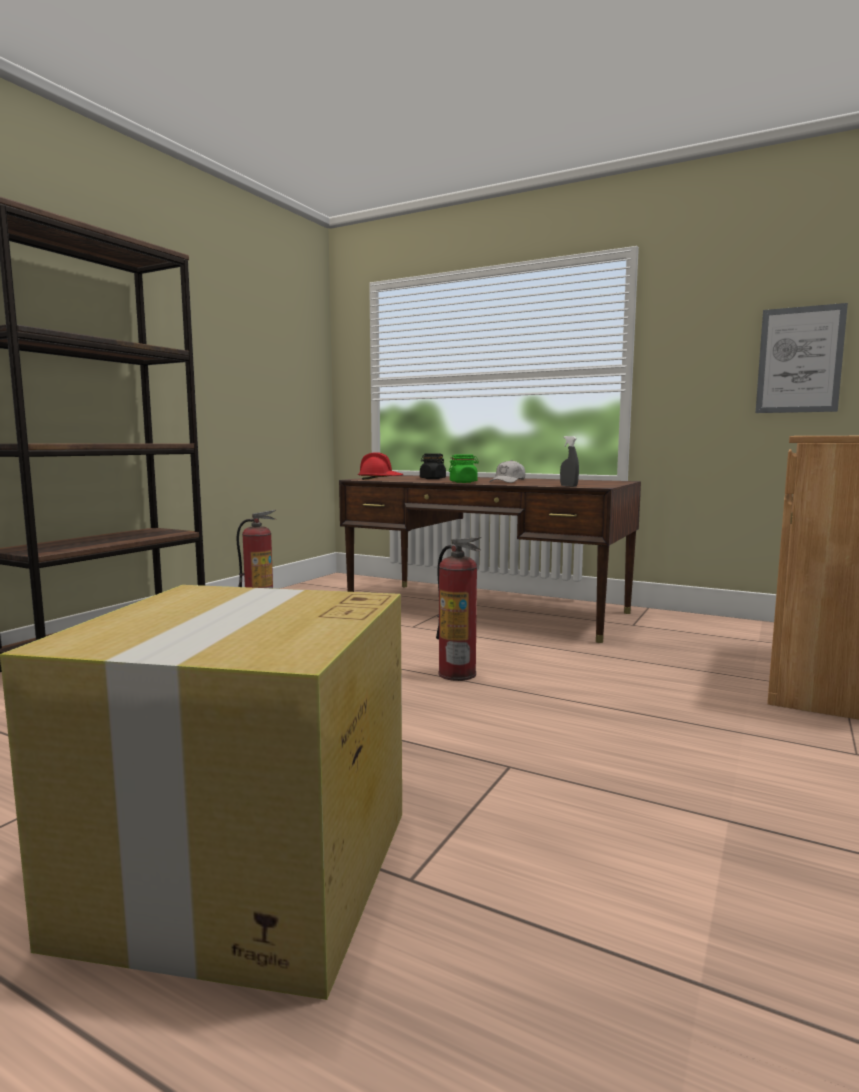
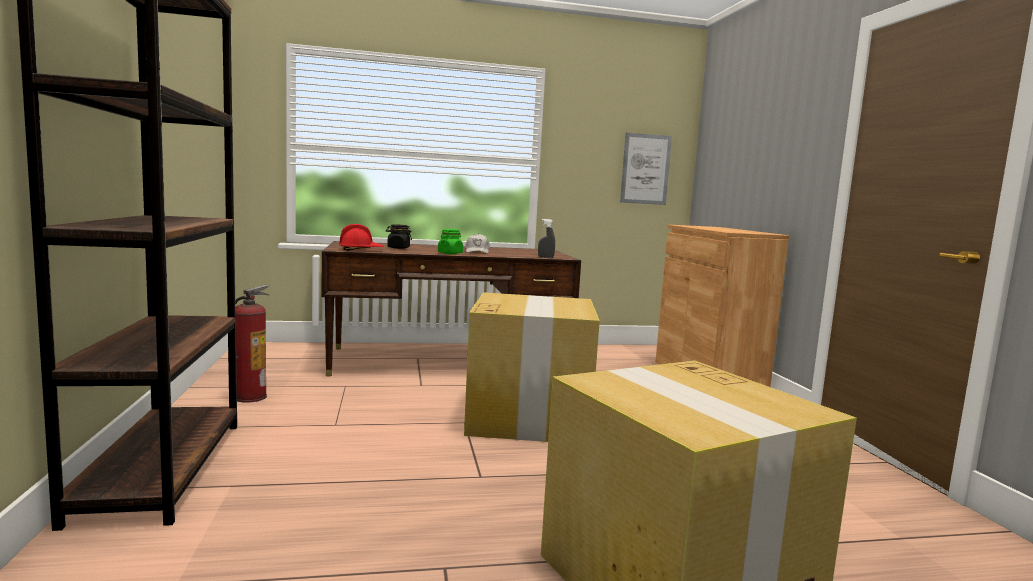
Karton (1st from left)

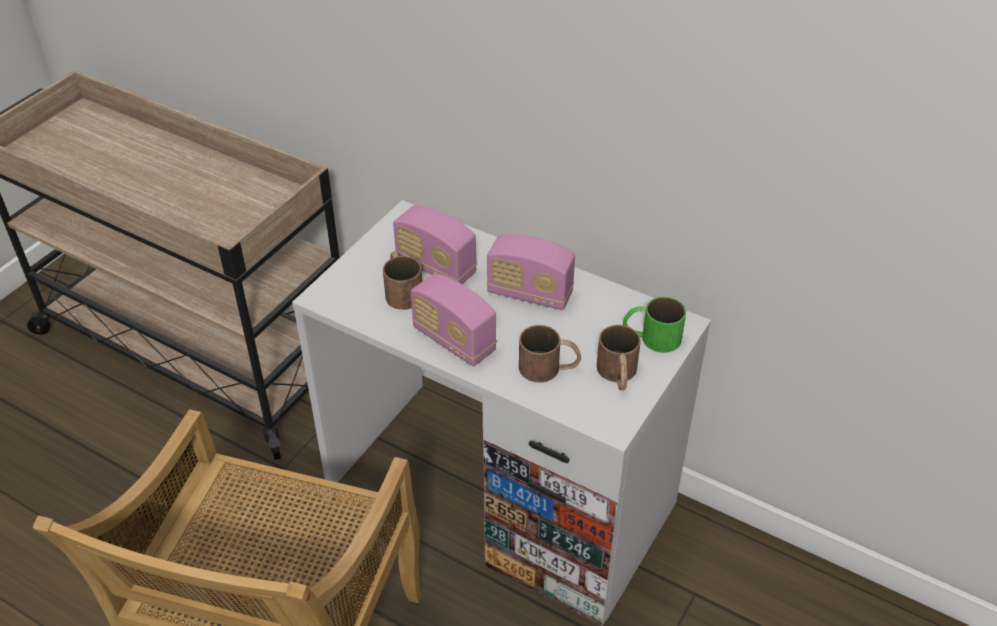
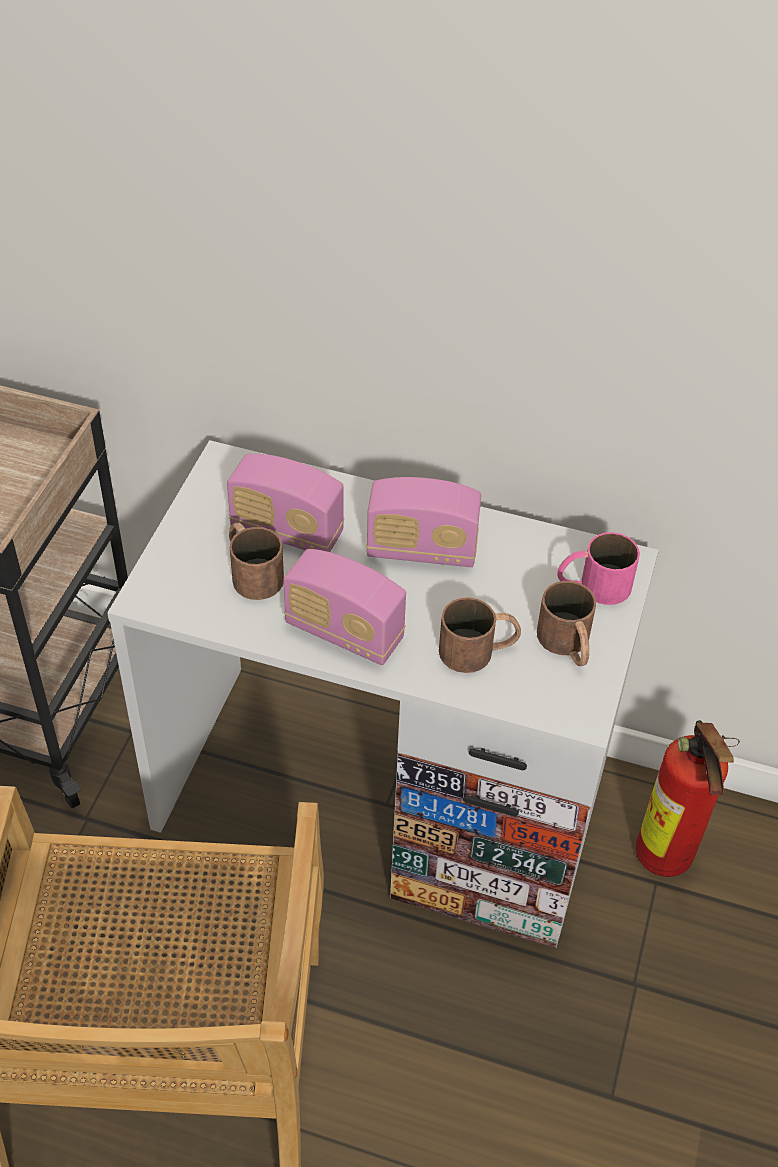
Henkelbecher/rosa
Feuerlöscher

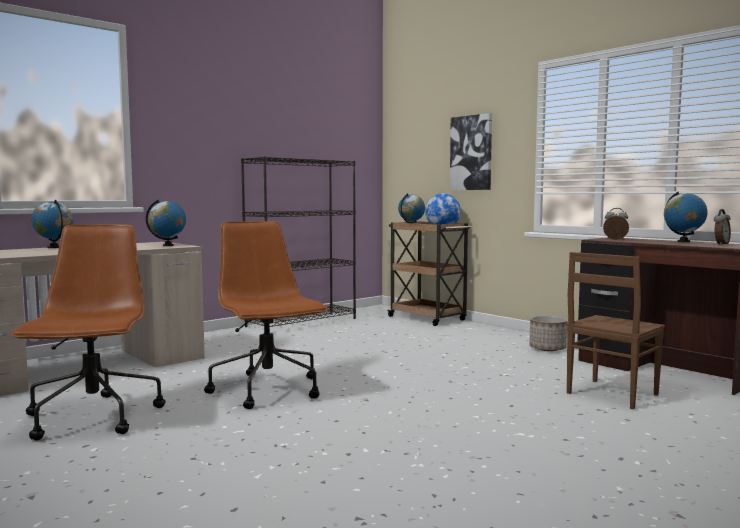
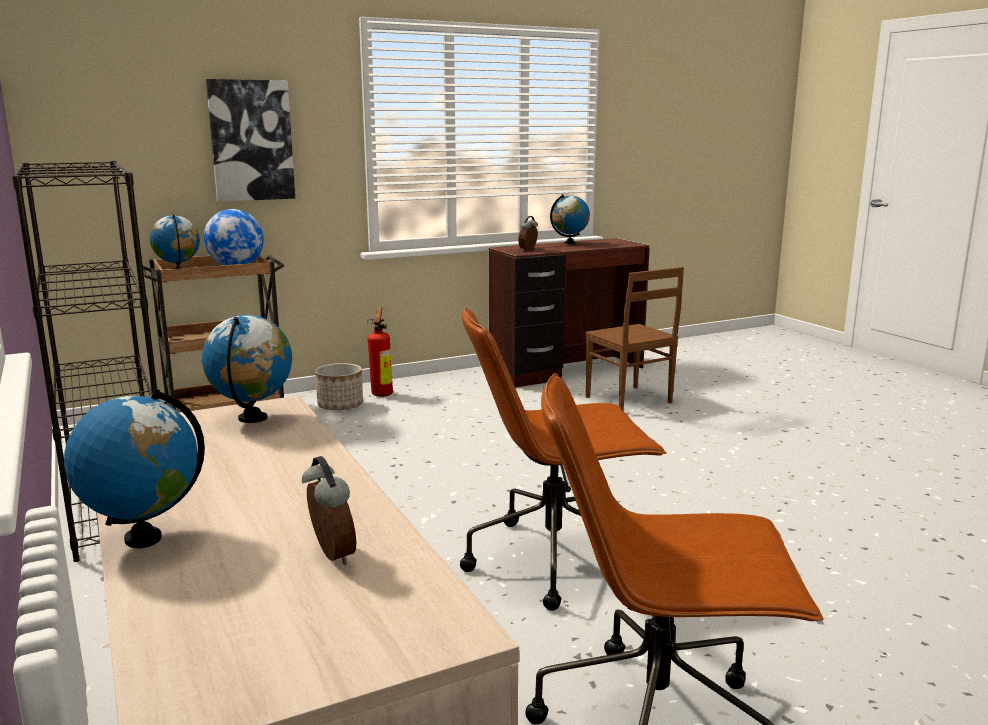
Wecker (1st from left)
Pflanzkübel
Feuerlöscher

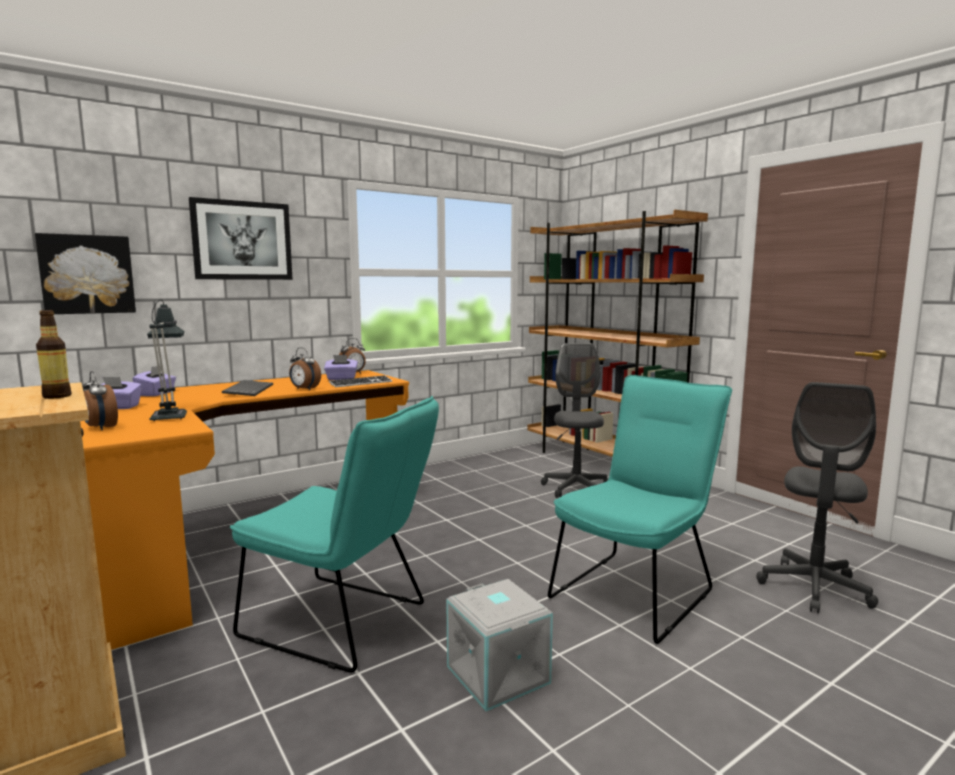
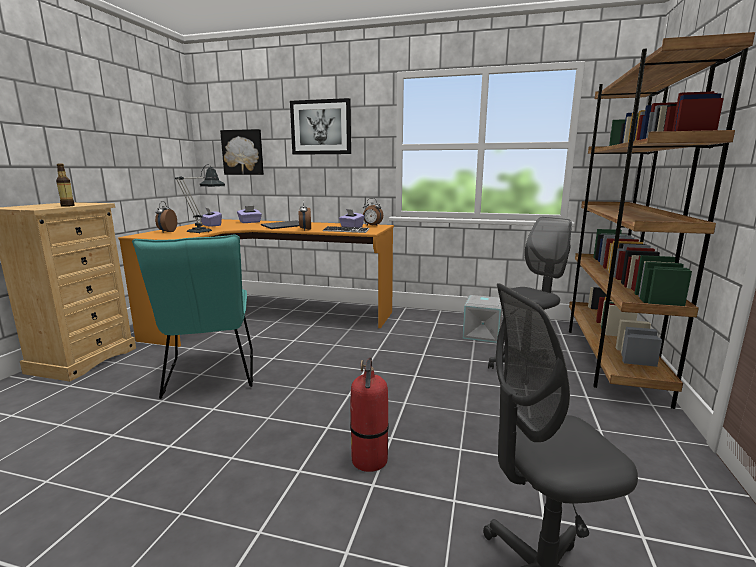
Feuerlöscher
Aufbewahrungsbox/grau

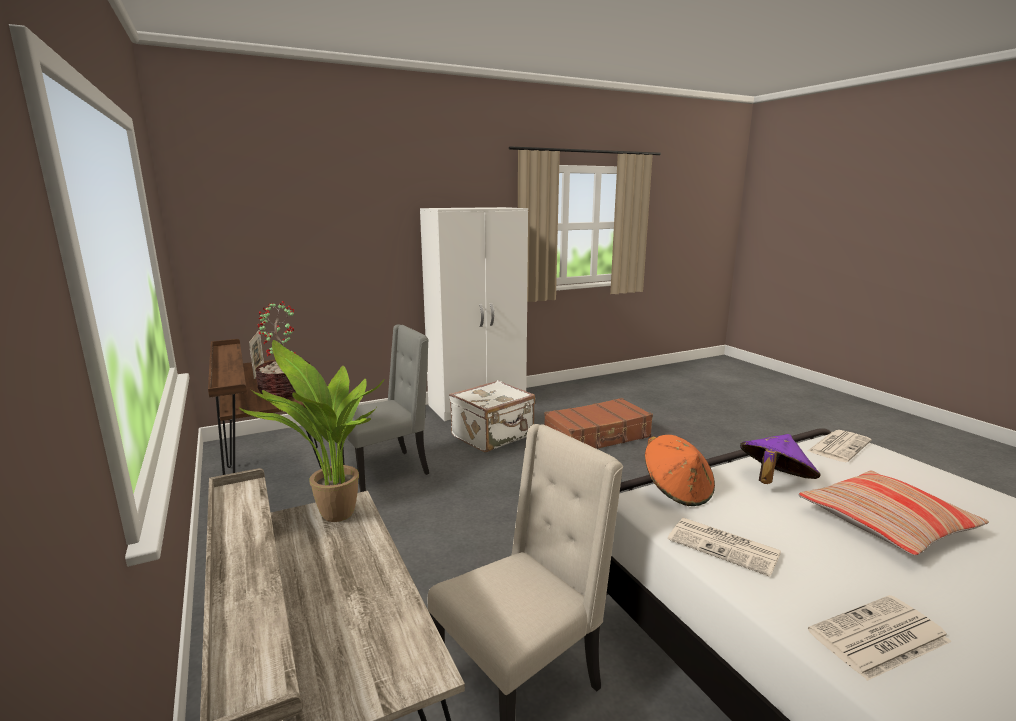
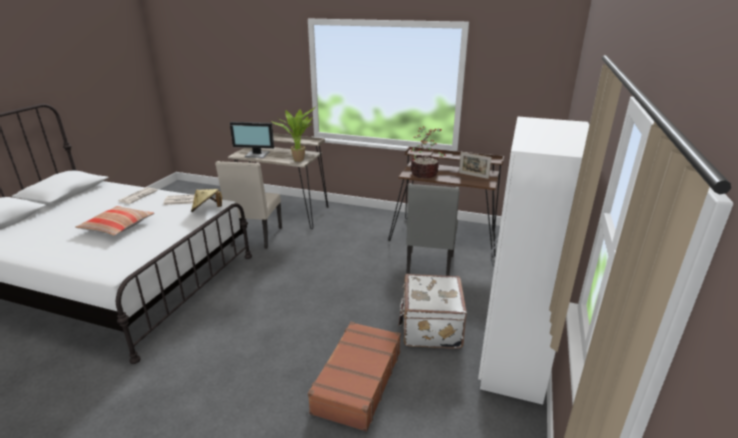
Hut/beige
Monitor
Hut/lila
Zeitung (2nd from left in the first image)

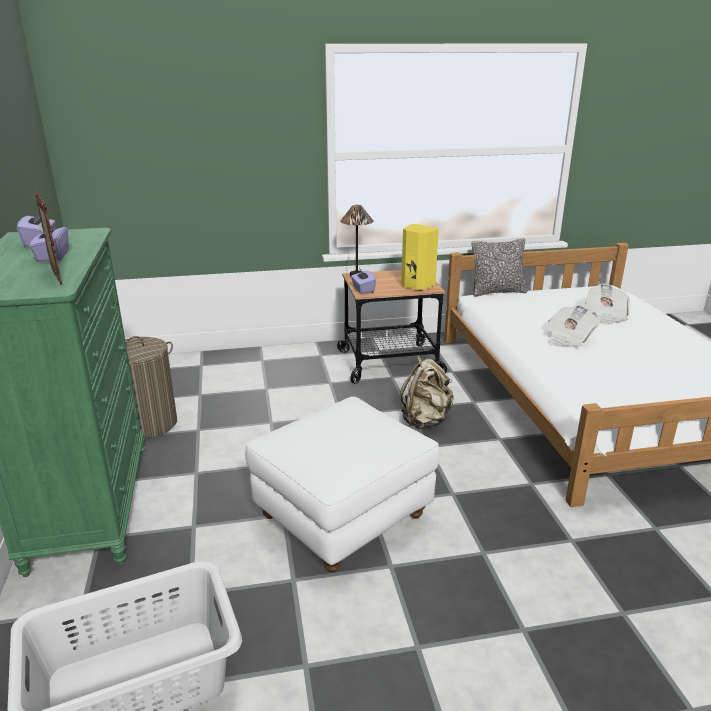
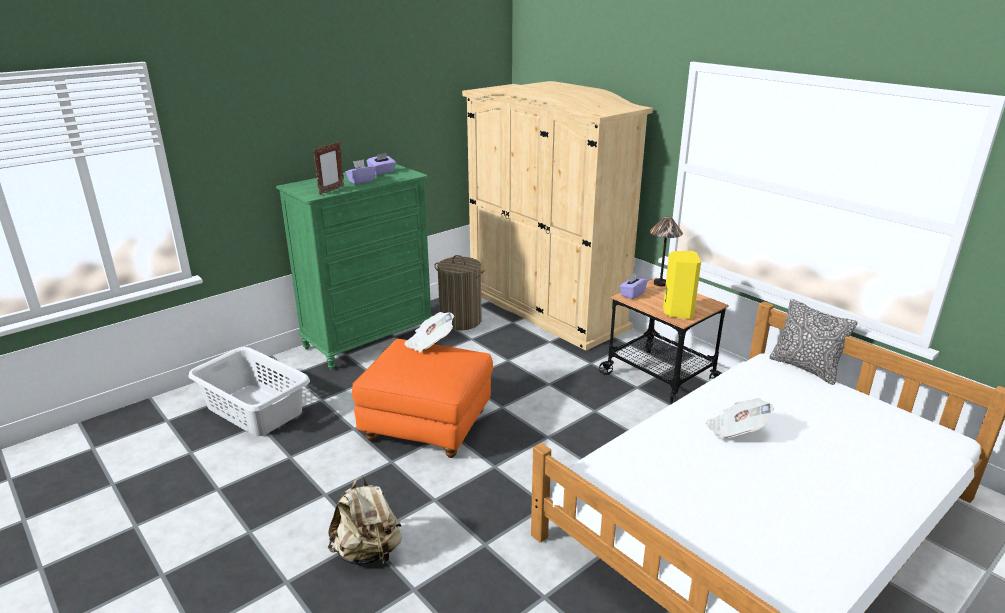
Rucksack/beige
Polsterhocker/orange
Zeitung (1st from left)
Kleiderschrank/beige

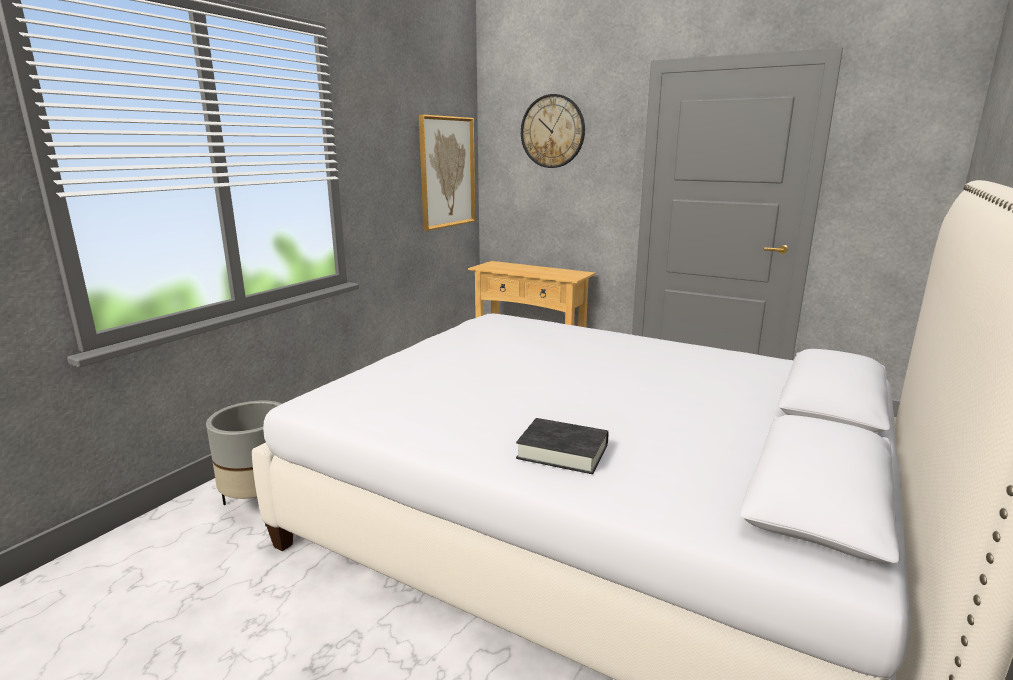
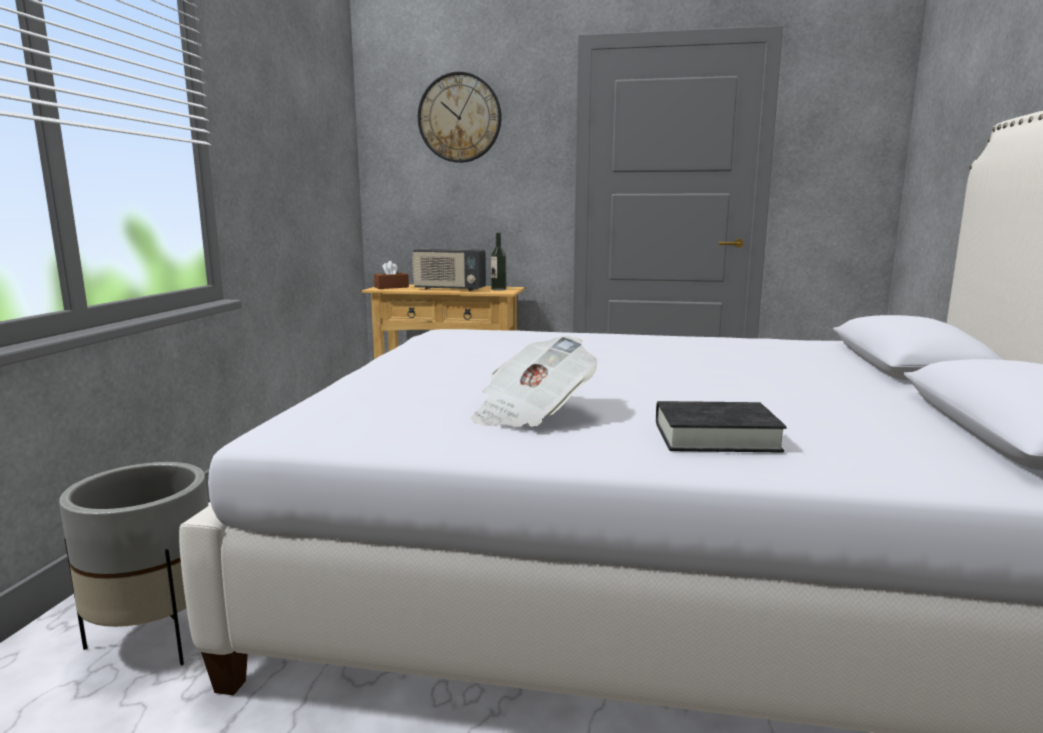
Taschentuchbox/braun
Radio
Zeitung
Flasche
Bild

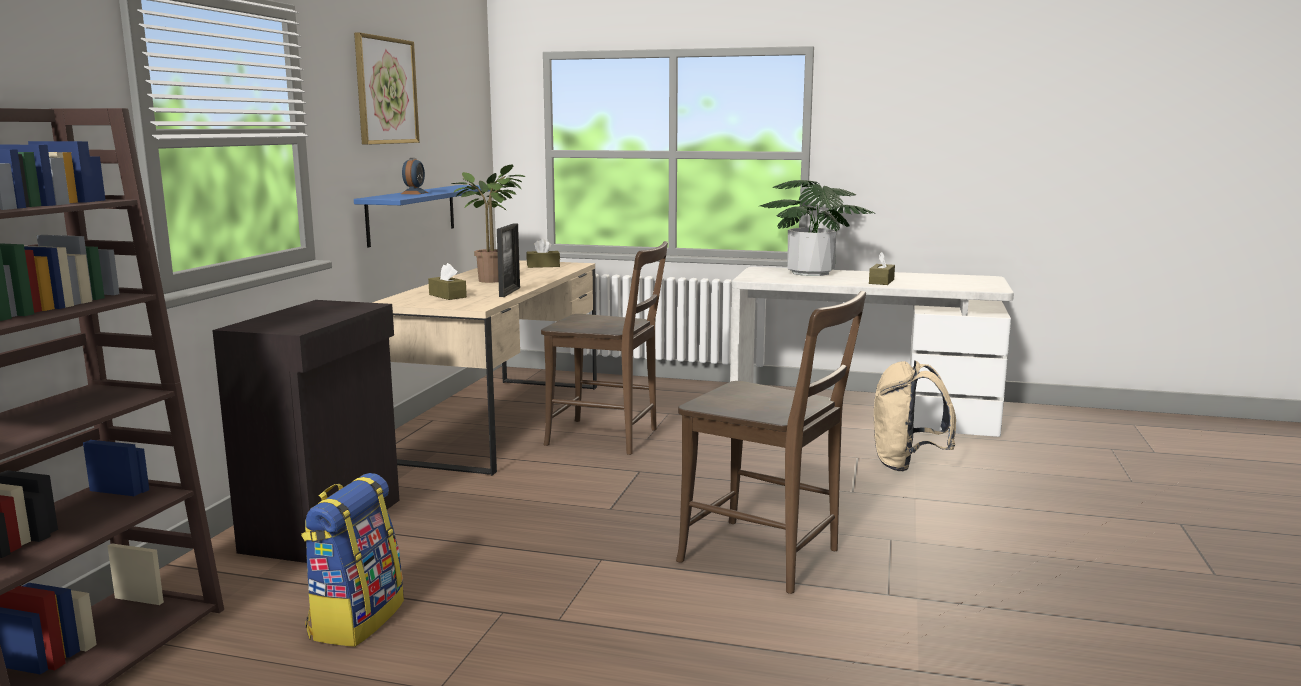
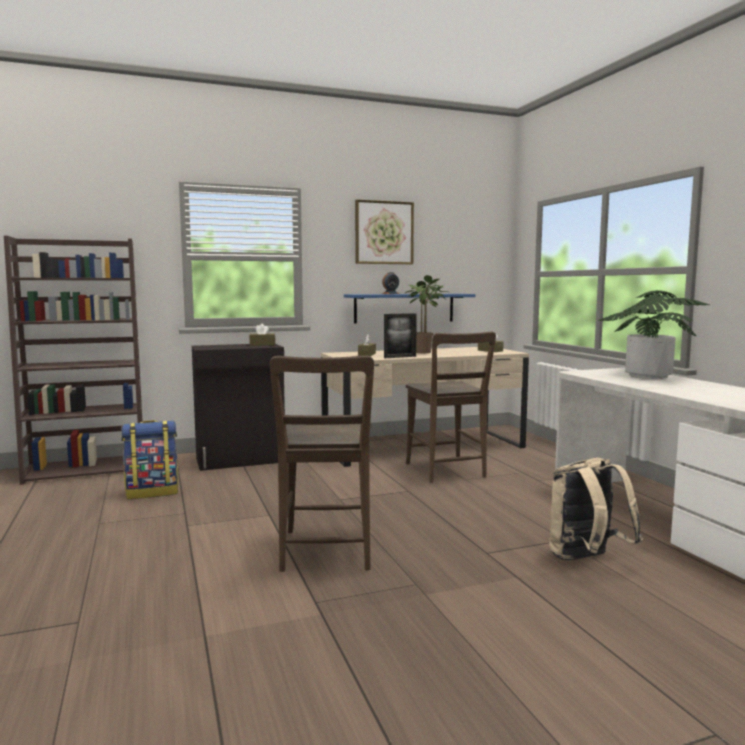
Taschentuchbox/braun (1st from left)

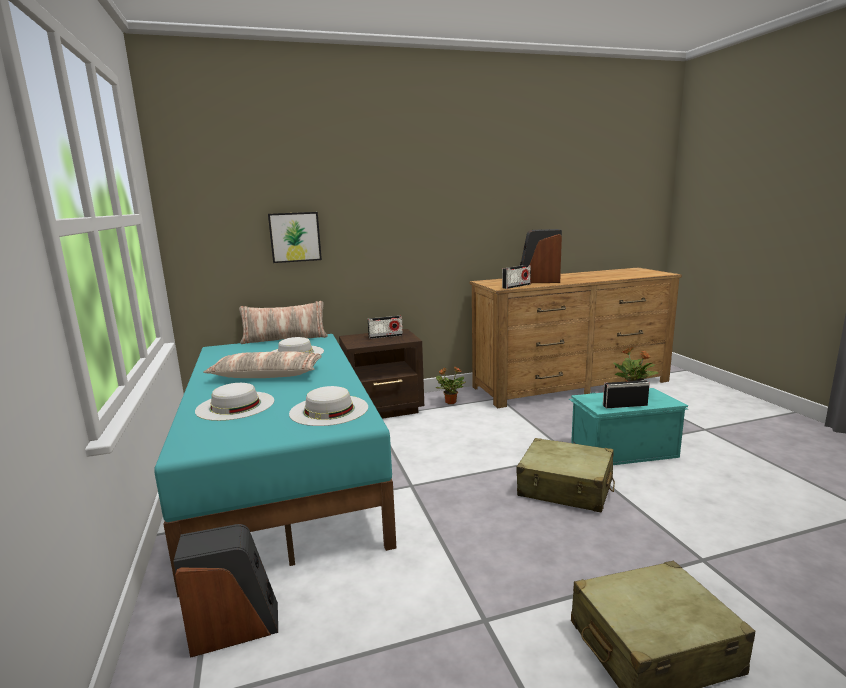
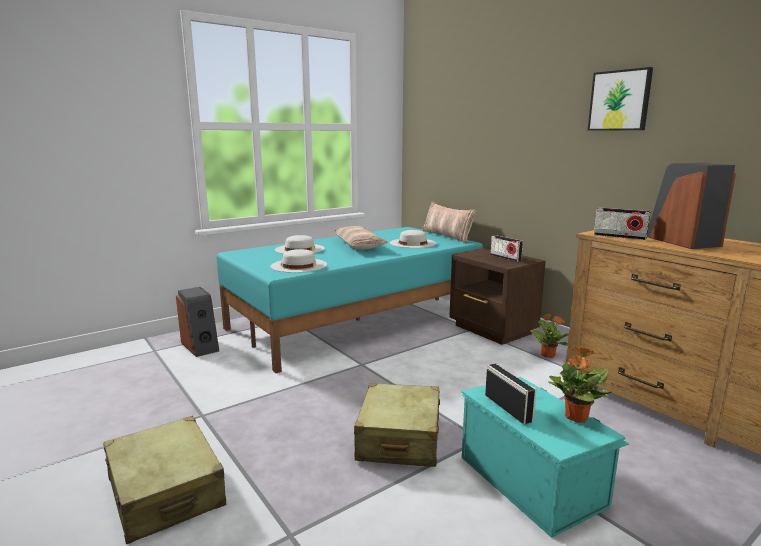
Bild

